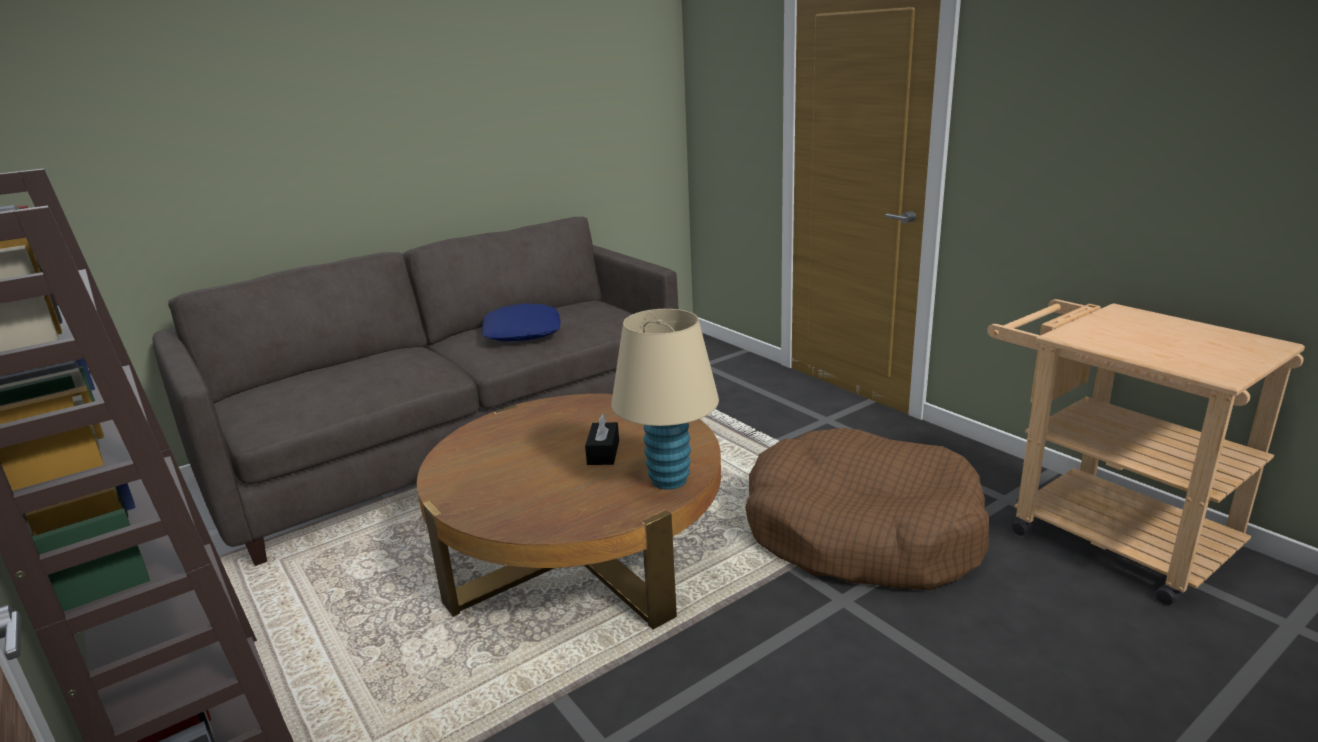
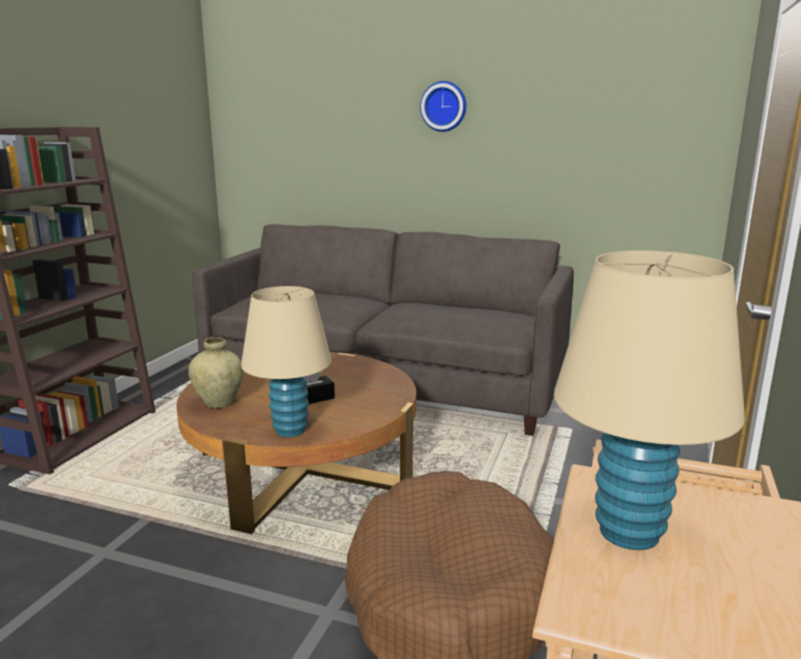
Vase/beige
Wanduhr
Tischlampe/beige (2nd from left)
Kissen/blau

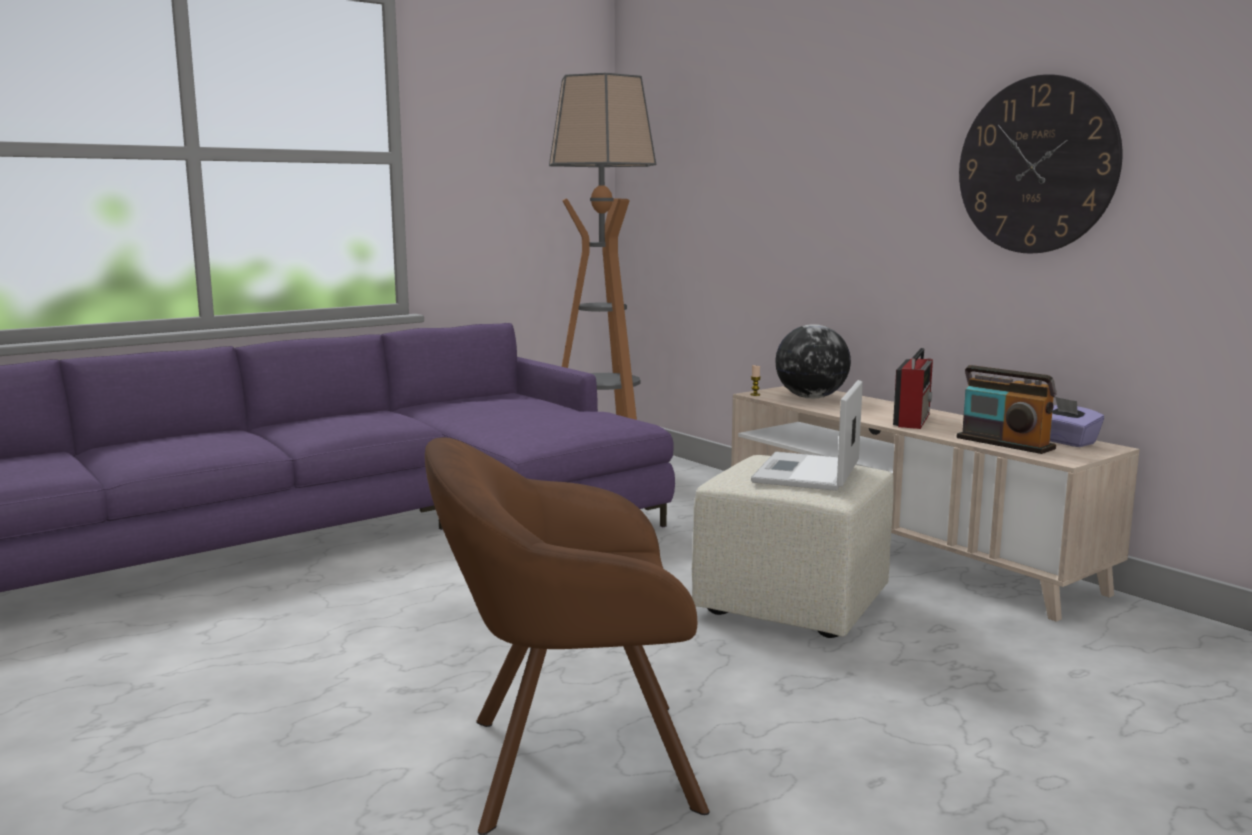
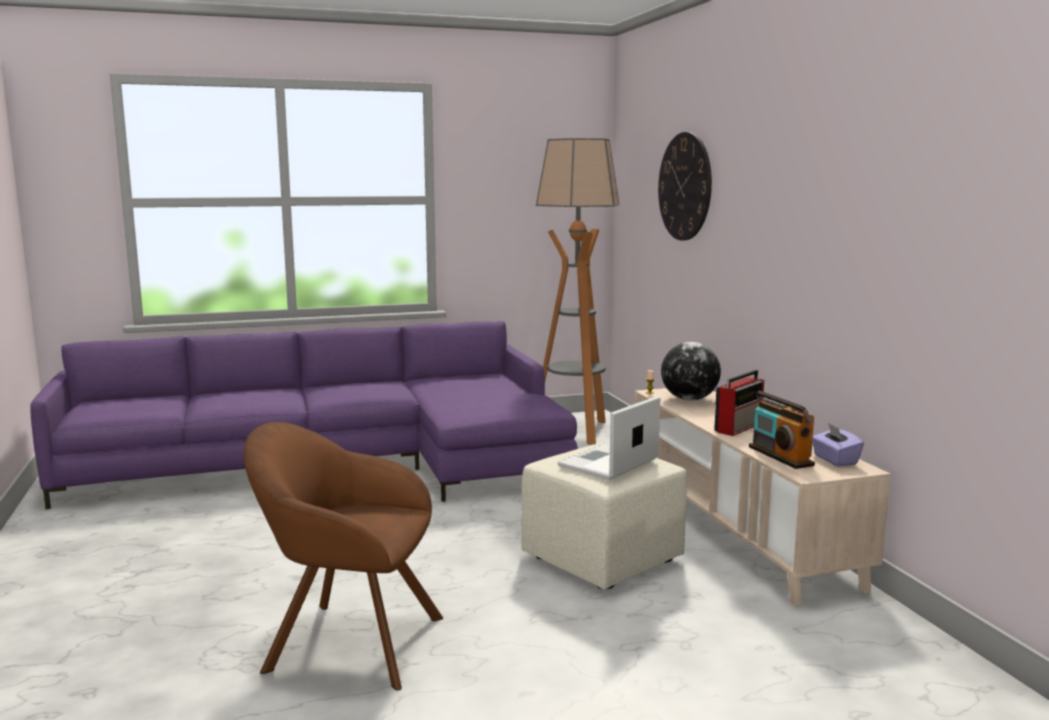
Wanduhr

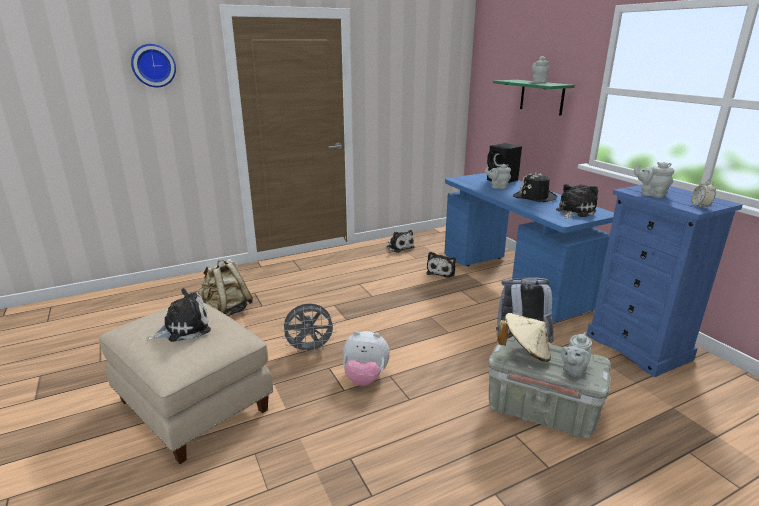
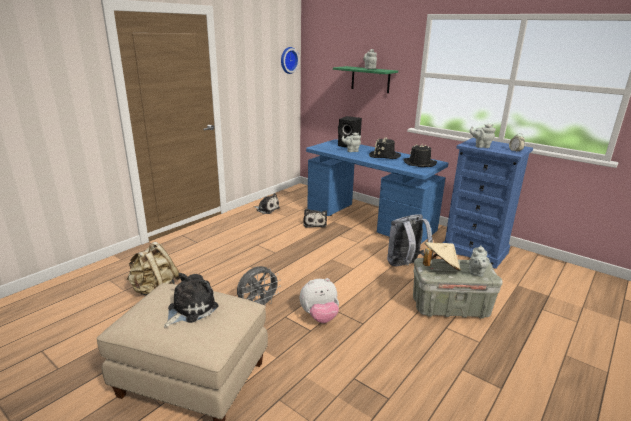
Wanduhr
Hut/schwarz (2nd from left)

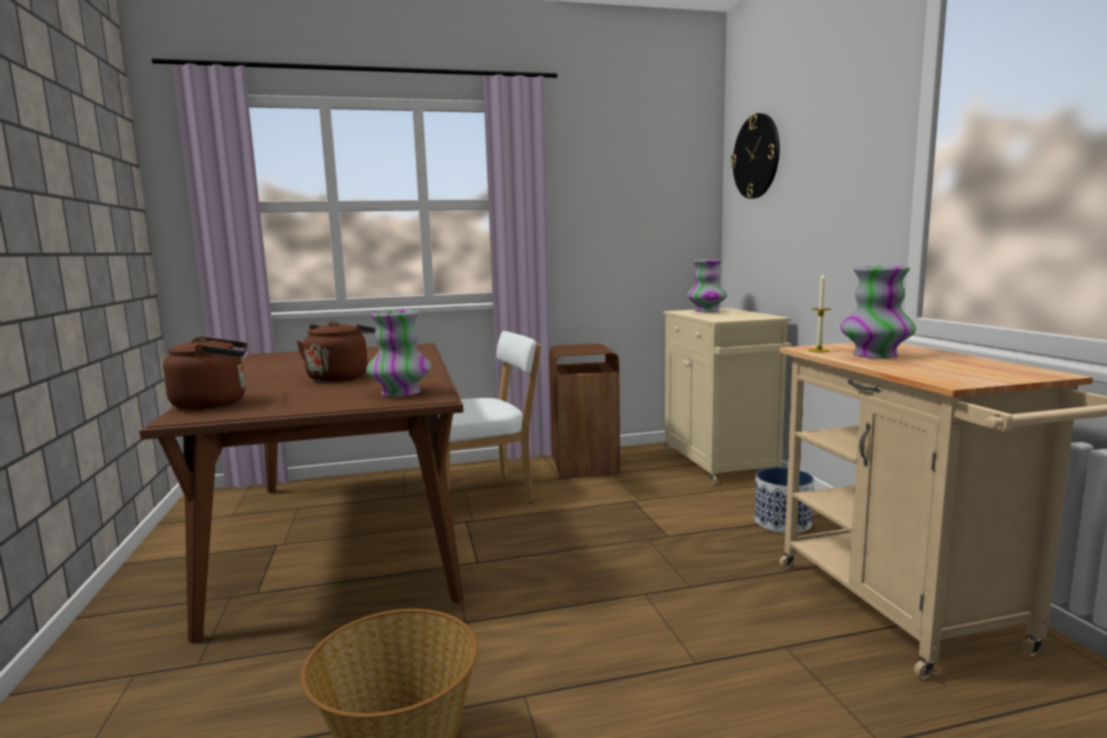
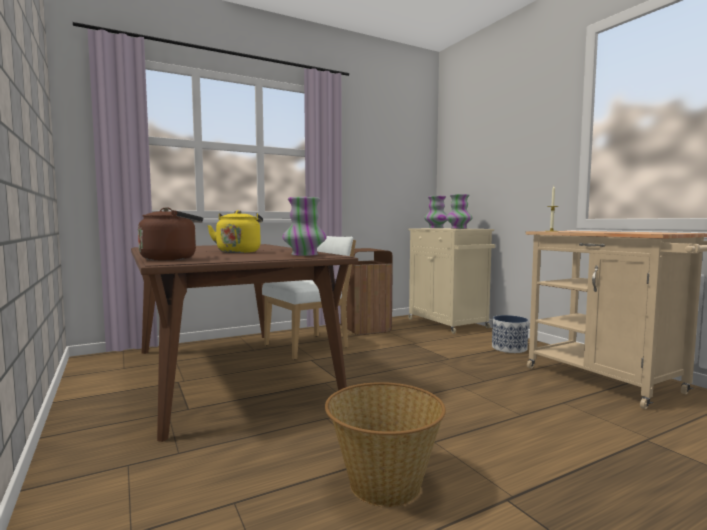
Wasserkessel/gelb
Vase (3rd from left)
Wanduhr

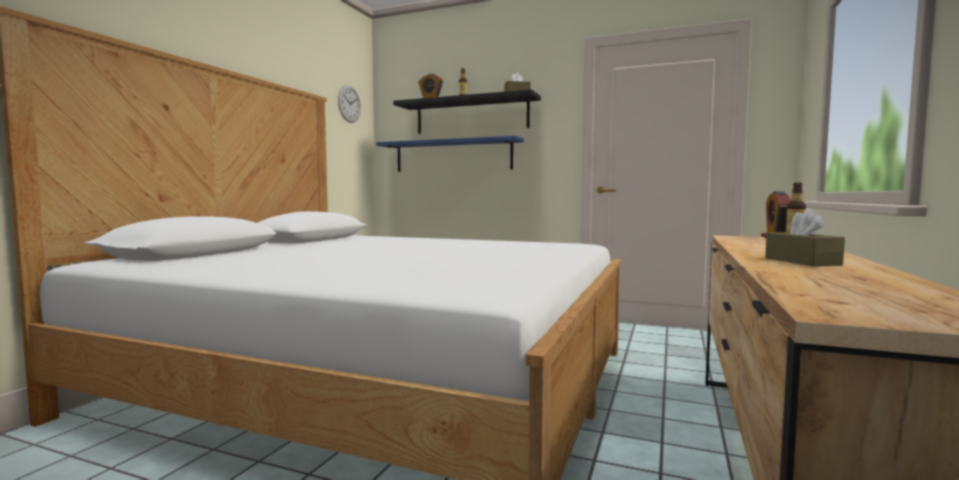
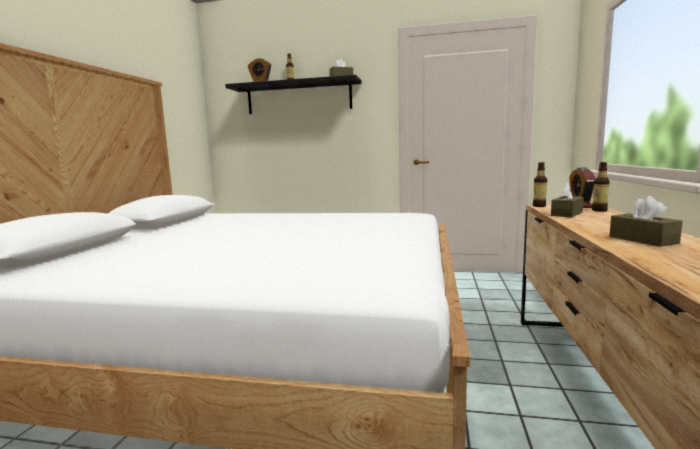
Flasche (2nd from left)
Taschentuchbox/braun (2nd from left)
Wanduhr
Wandregal/blau

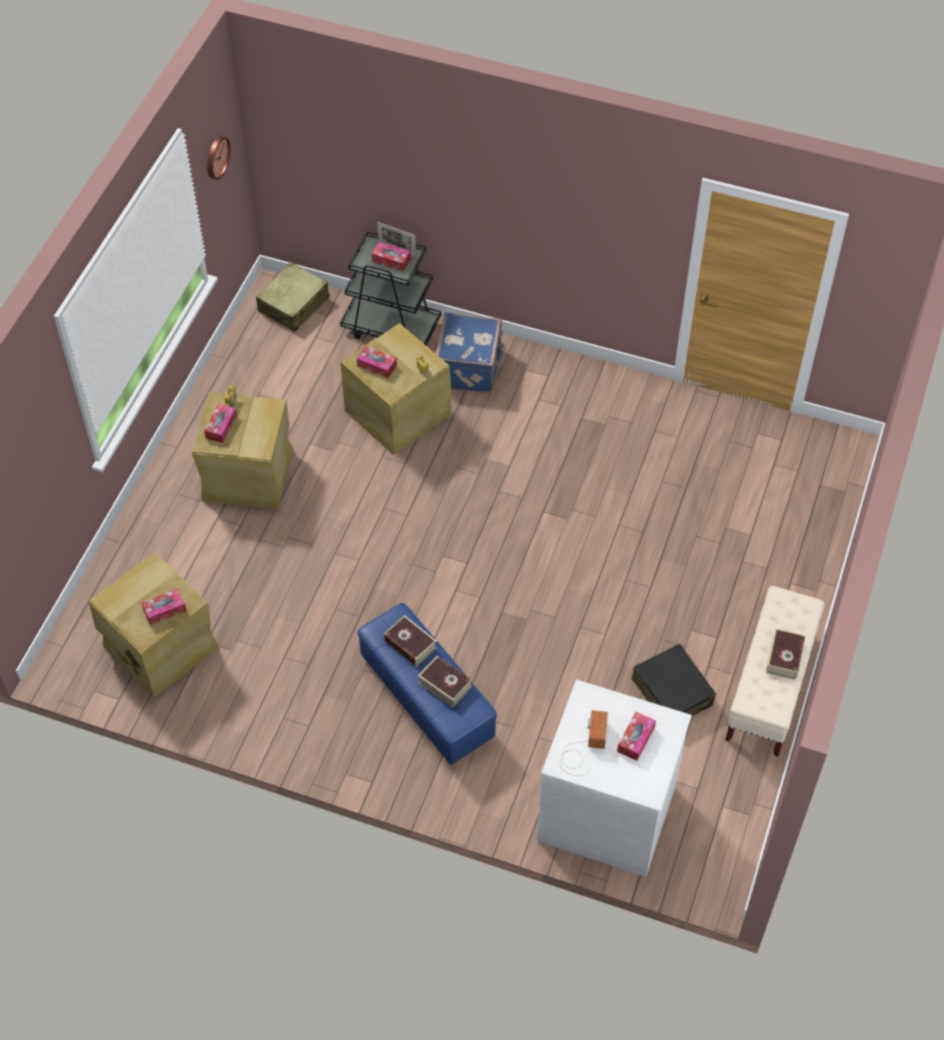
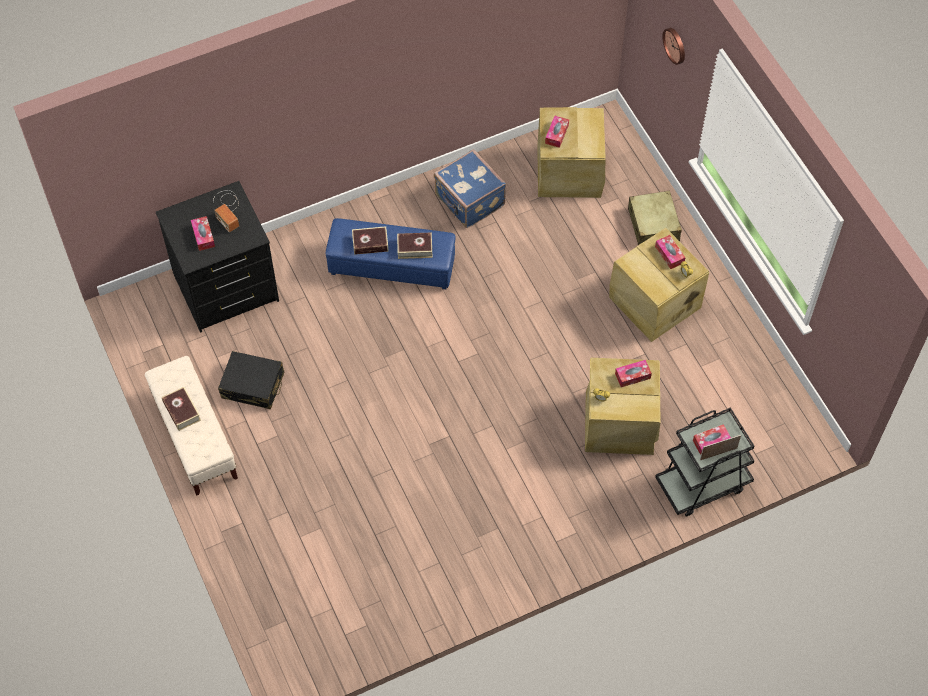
Kommode/schwarz
Koffer/blau
Koffer/beige
Wanduhr

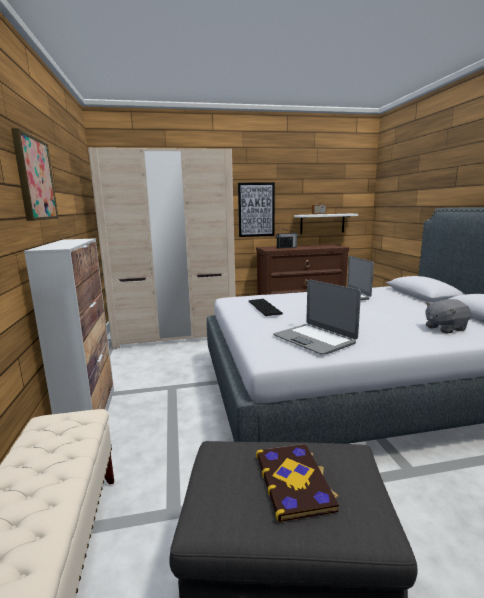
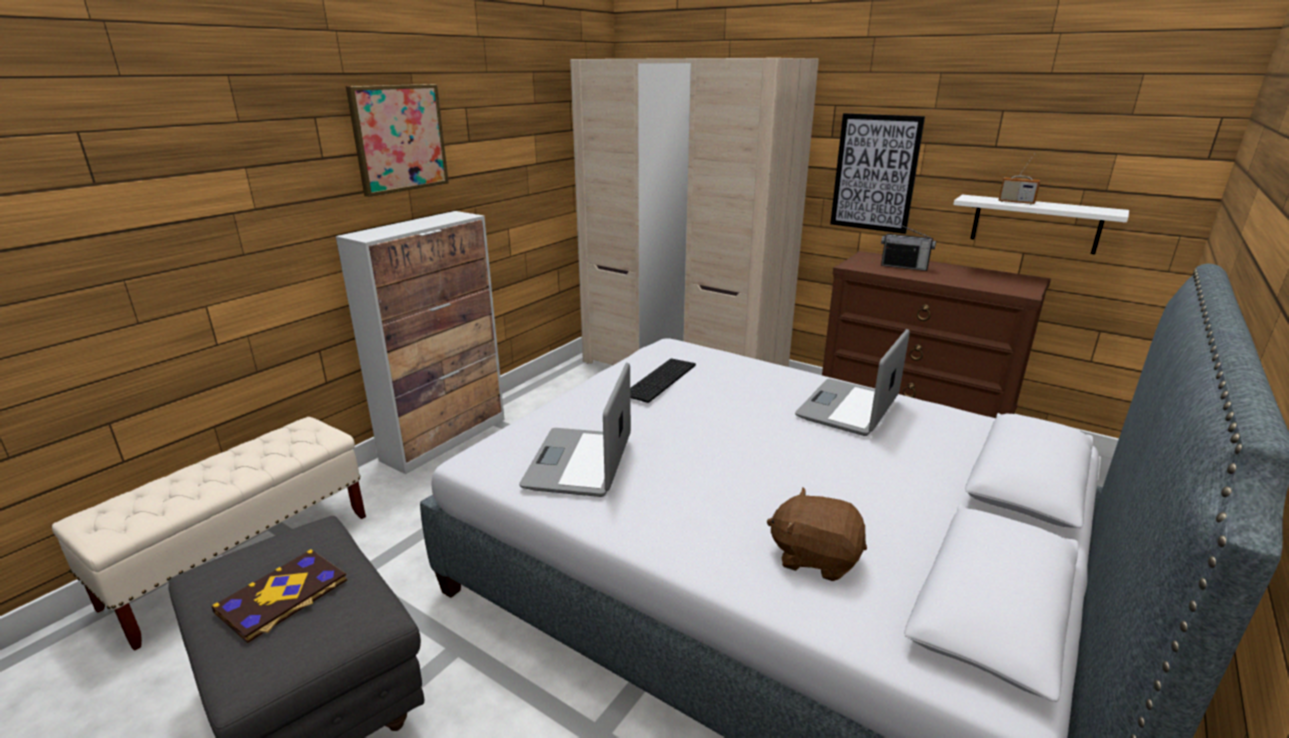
Plüschtier/braun

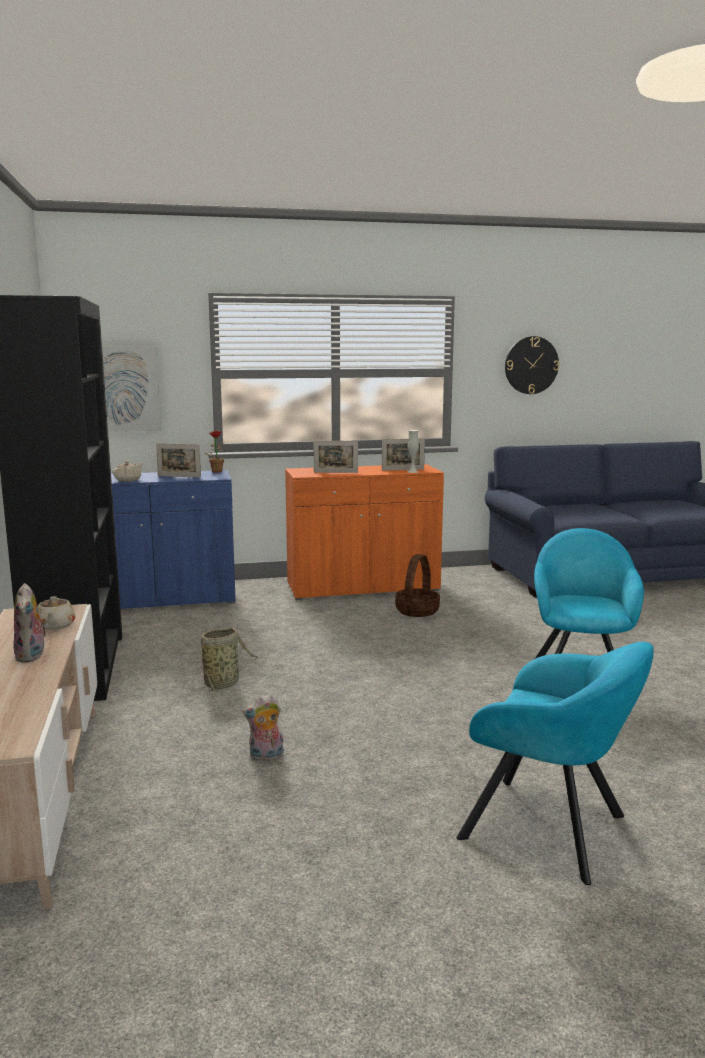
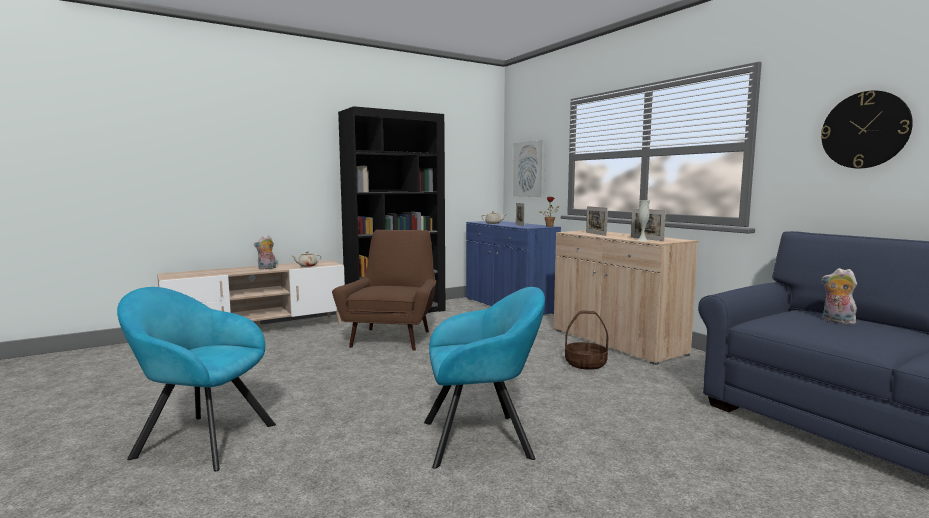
Sessel/türkis (1st from left)
Sessel/braun
Schrank/beige
Plüschtier (2nd from left)

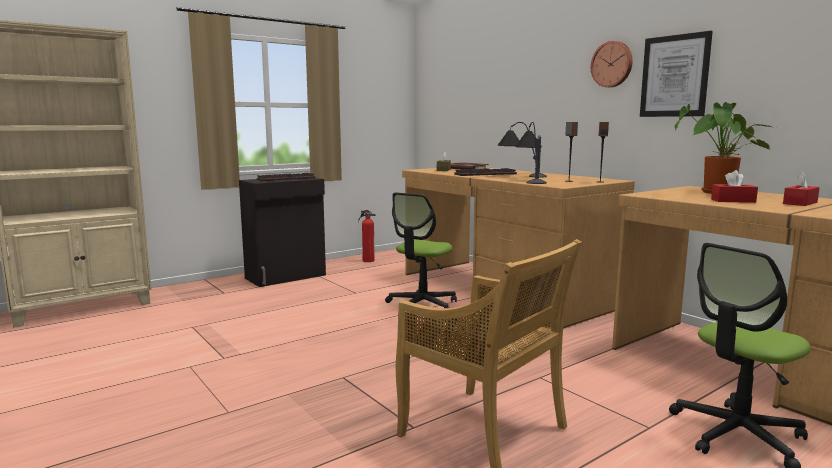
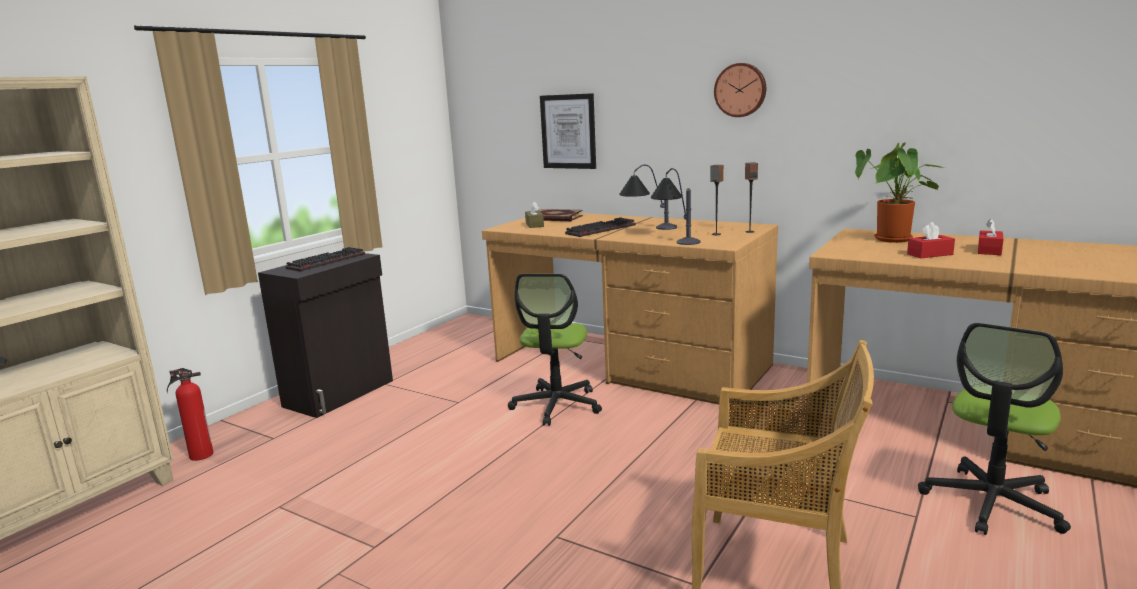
Feuerlöscher
Bild

